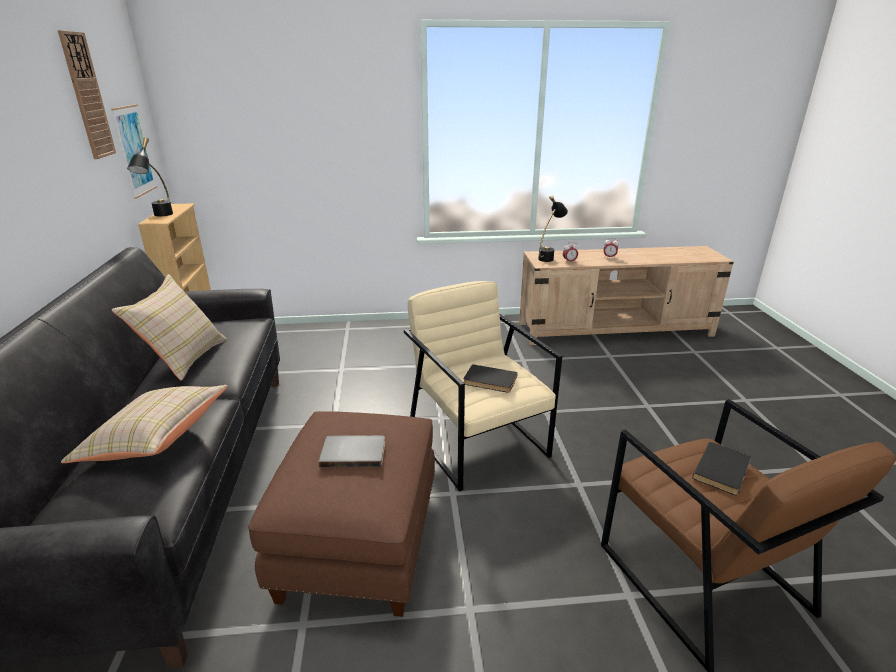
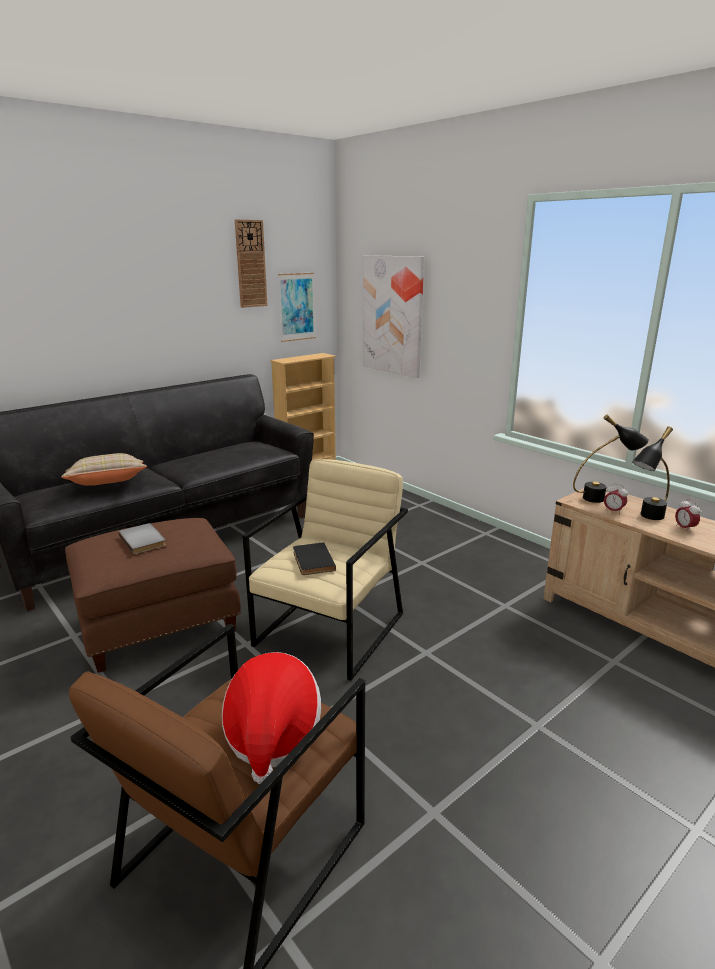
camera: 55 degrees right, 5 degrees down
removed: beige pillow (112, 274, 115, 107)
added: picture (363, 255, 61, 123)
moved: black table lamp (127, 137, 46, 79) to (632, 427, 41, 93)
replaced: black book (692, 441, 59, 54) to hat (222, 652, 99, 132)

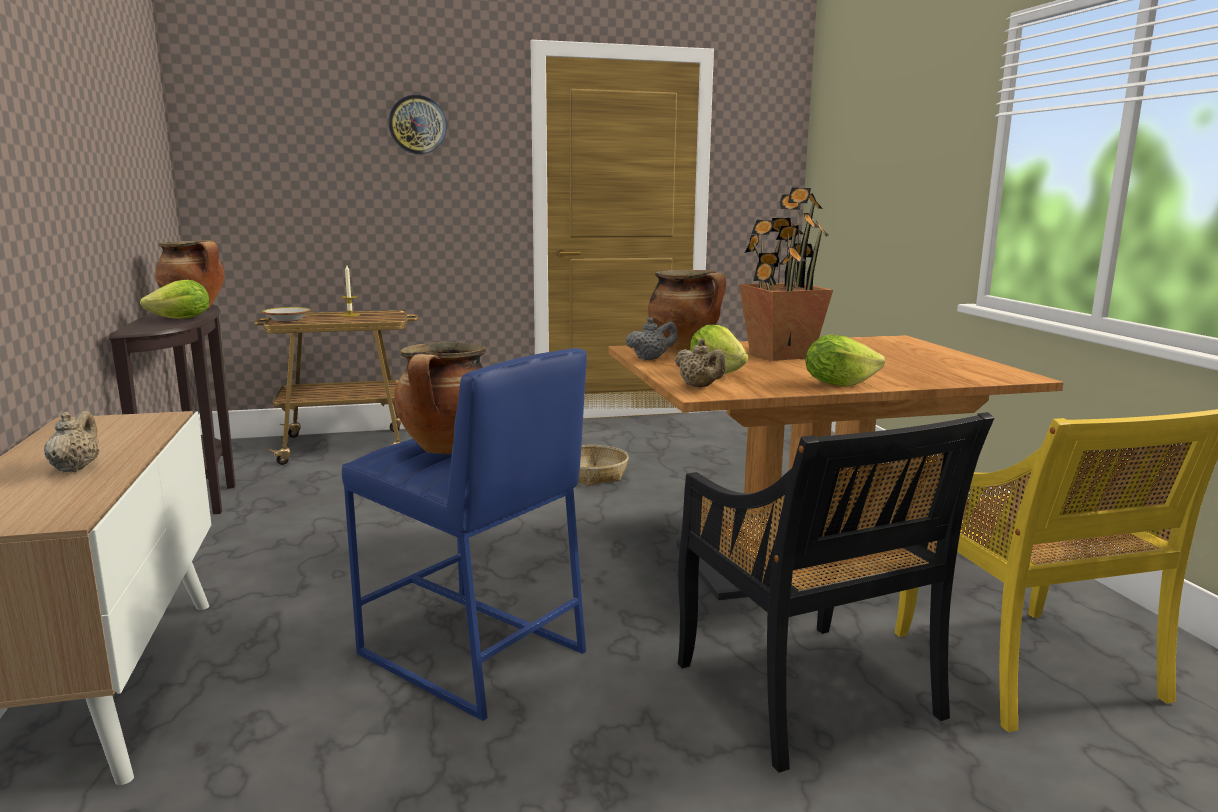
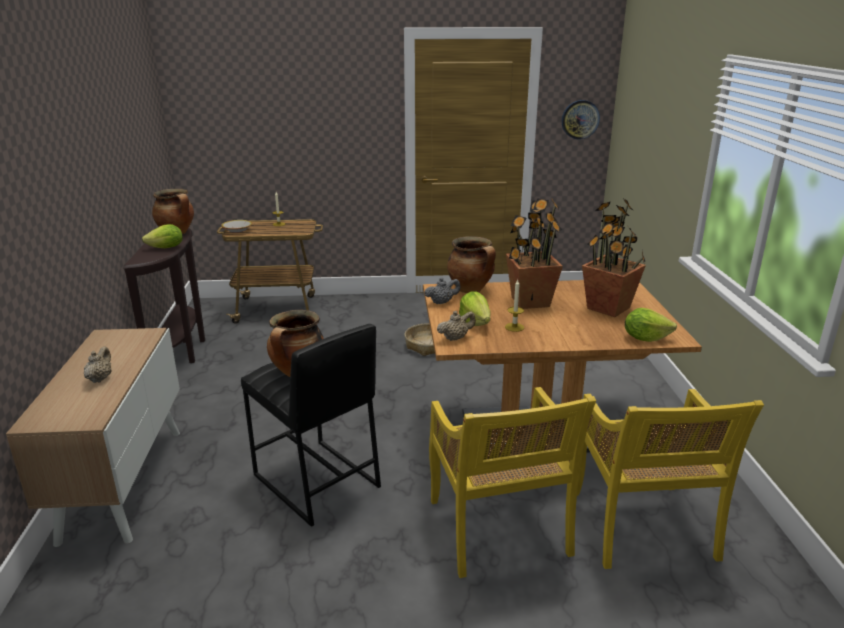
camera: 10 degrees right, 10 degrees up
added: candle (505, 280, 19, 52); potted plant (582, 198, 64, 119)
moved: wall clock (388, 95, 59, 59) to (562, 100, 38, 39); lettuce (806, 334, 79, 53) to (625, 308, 52, 34)
recoloured: blue stool (342, 348, 245, 373) to black stool (241, 324, 140, 203); black chair (678, 412, 316, 361) to yellow chair (429, 387, 167, 191)
turned: beige teapot (675, 339, 51, 48) = (437, 311, 39, 30) 90 degrees counterclockwise

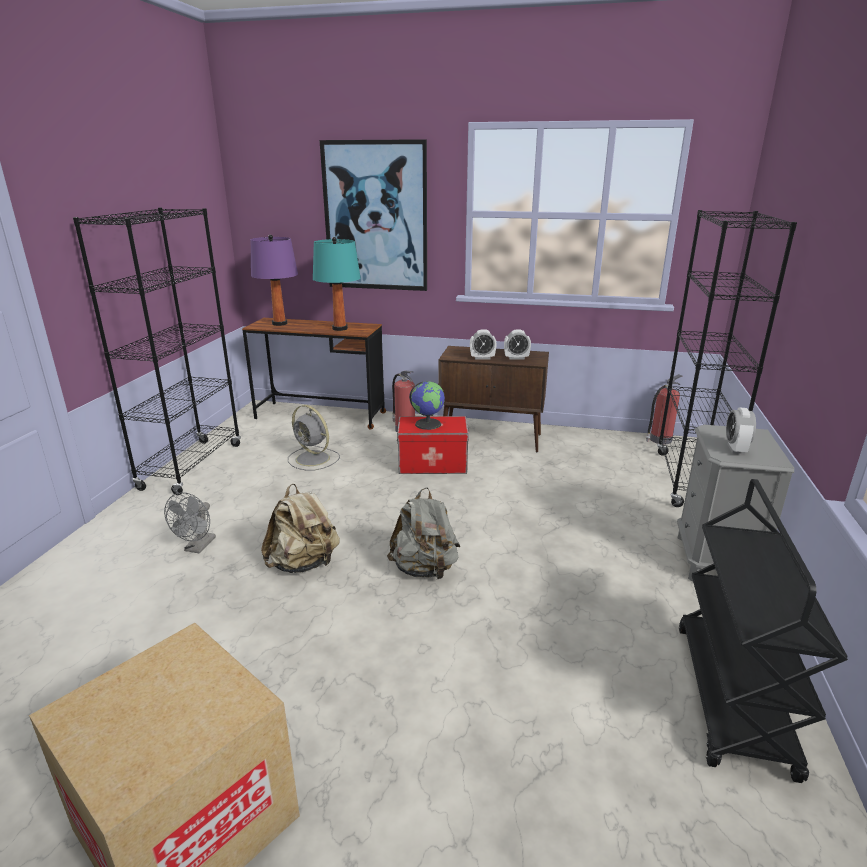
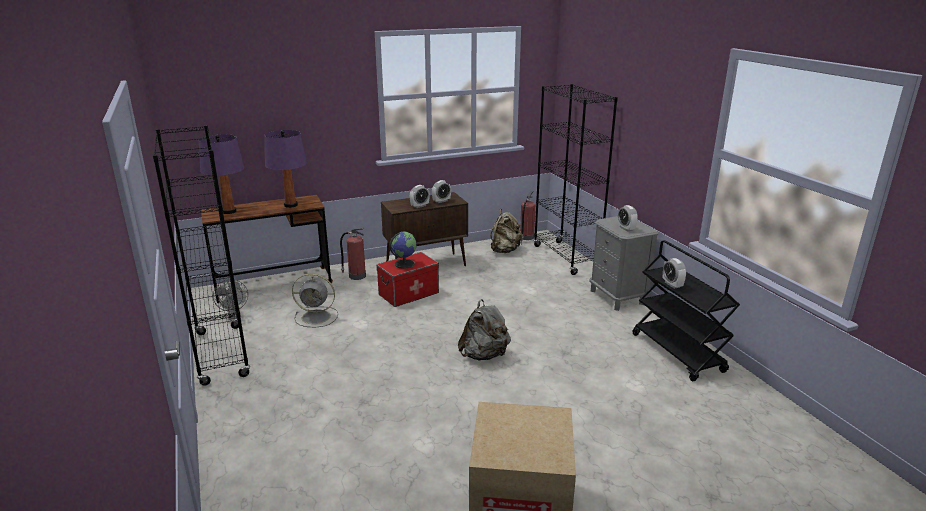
camera: 35 degrees left, 0 degrees up
removed: picture (319, 139, 108, 152)
added: alarm clock (663, 258, 23, 31)
moved: grey fan (164, 492, 52, 61) to (213, 279, 35, 41); beige backpack (261, 484, 79, 89) to (490, 209, 32, 44)
recoloured: turquoise table lamp (313, 237, 48, 94) to purple table lamp (265, 130, 42, 78)

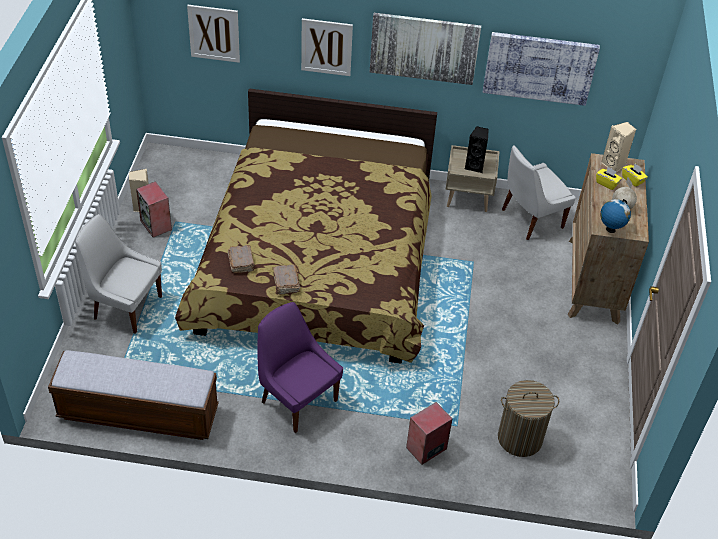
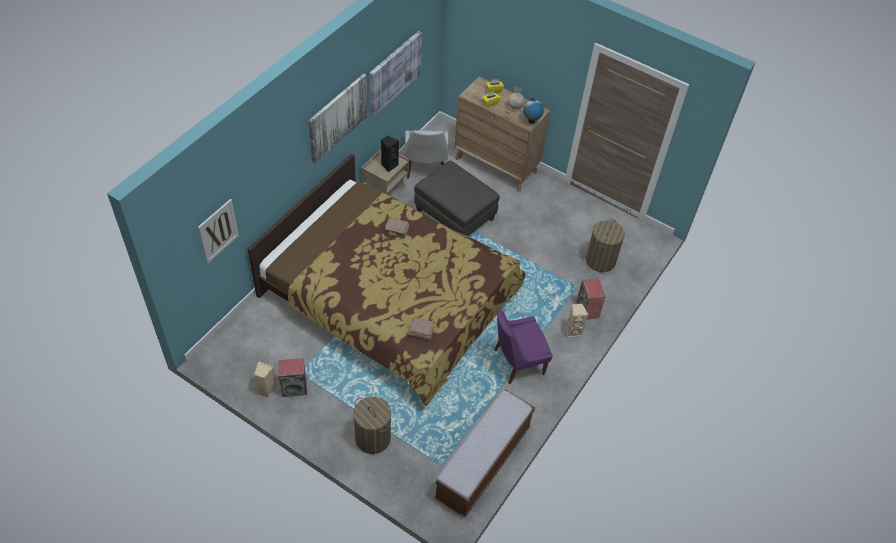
camera: 65 degrees left, 5 degrees up
removed: picture (301, 18, 52, 58)
added: grey ottoman (414, 161, 86, 75)
moved: brown book (272, 264, 28, 31) to (384, 218, 25, 20); beige speaker (601, 122, 35, 50) to (567, 303, 21, 34)
replaced: white chair (75, 214, 87, 120) to laundry basket (353, 396, 38, 58)

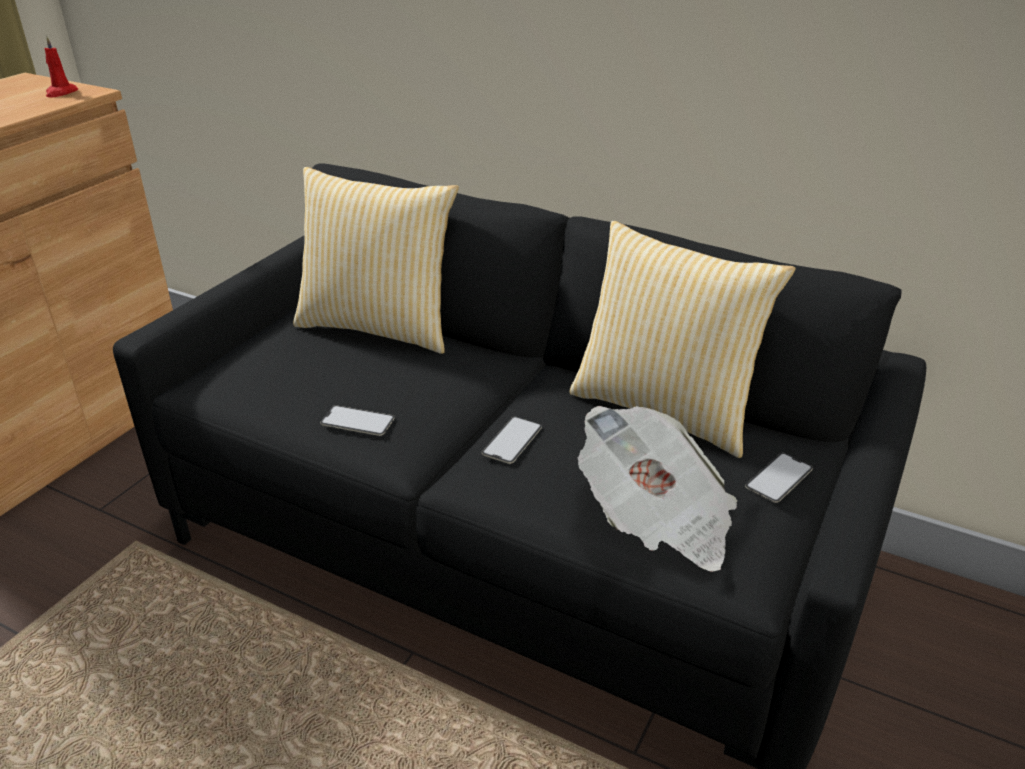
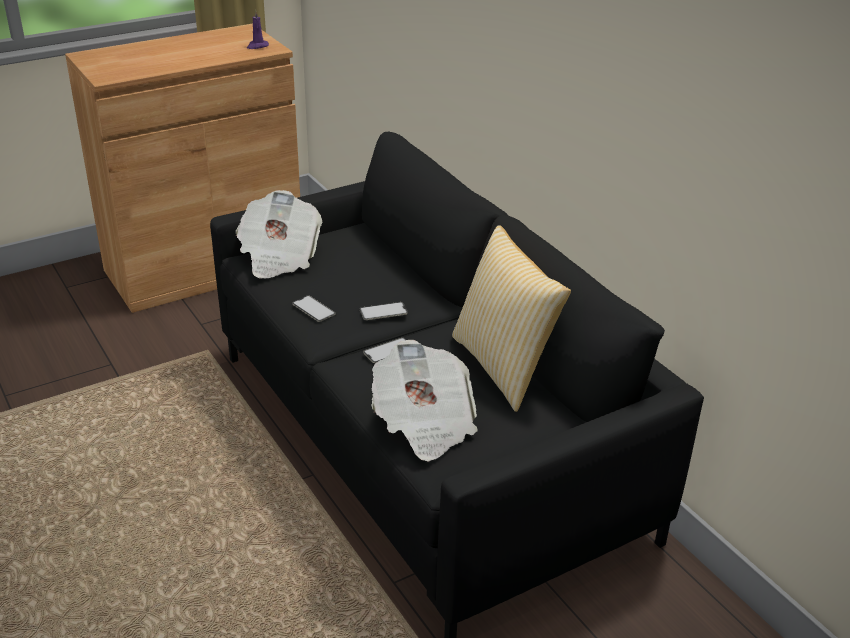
camera: 30 degrees right, 0 degrees up
removed: pillow (293, 167, 166, 187)
added: newspaper (236, 190, 87, 89)
moved: phone (745, 453, 68, 50) to (360, 302, 48, 18)
recoloured: red candle (44, 36, 34, 61) to purple candle (247, 10, 22, 39)

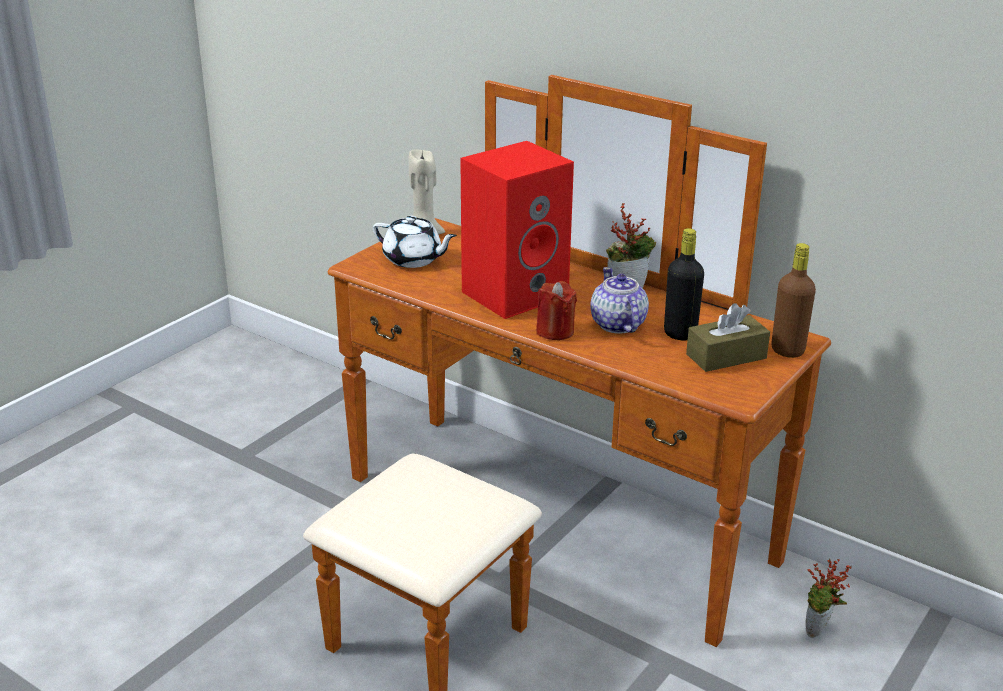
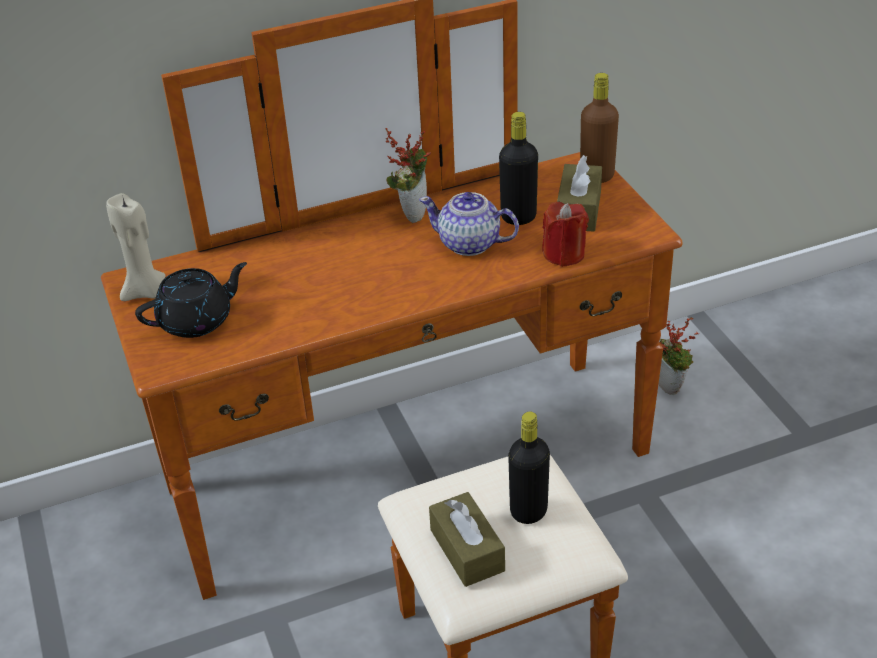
camera: 55 degrees left, 10 degrees up
removed: red speaker (460, 141, 114, 178)
added: brown tissue box (429, 492, 76, 95); black bottle (508, 412, 42, 112)
moved: red candle (536, 281, 41, 59) to (542, 202, 47, 65)
recoloured: white teapot (373, 216, 84, 52) to black teapot (135, 262, 112, 76)

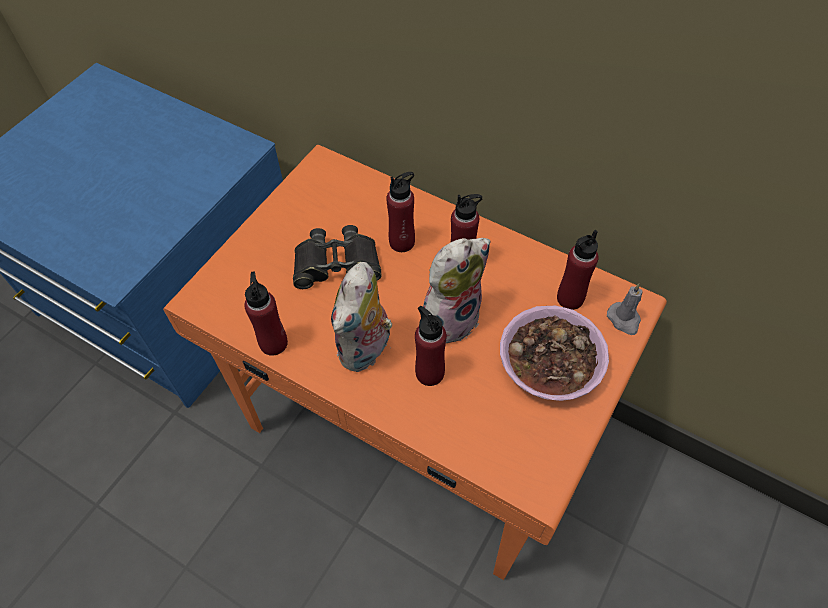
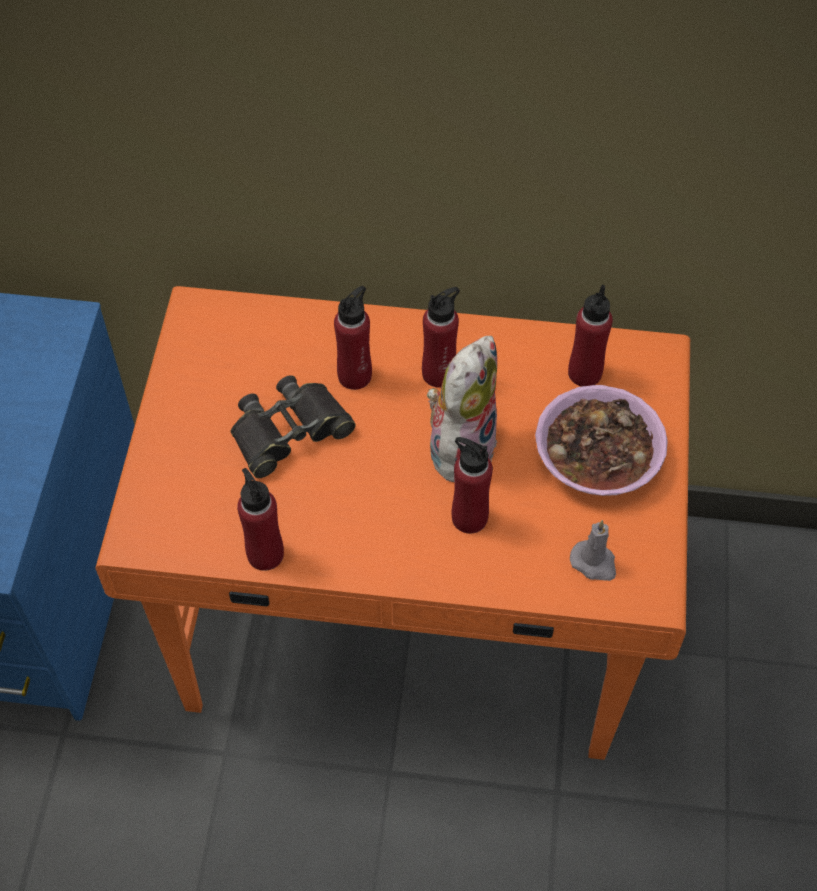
camera: 25 degrees left, 0 degrees up
removed: plush toy (331, 262, 61, 110)
moved: grey candle (607, 284, 36, 51) to (570, 520, 46, 61)

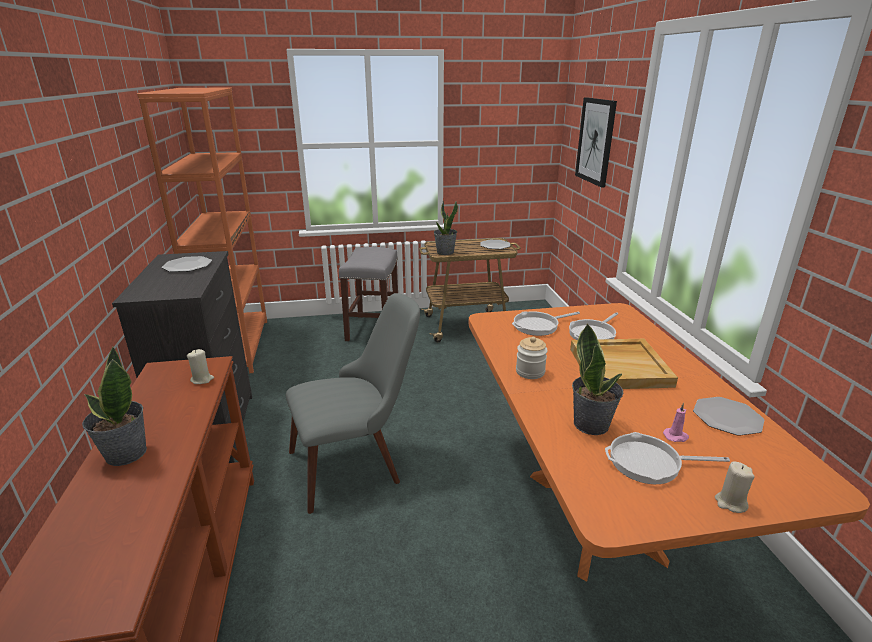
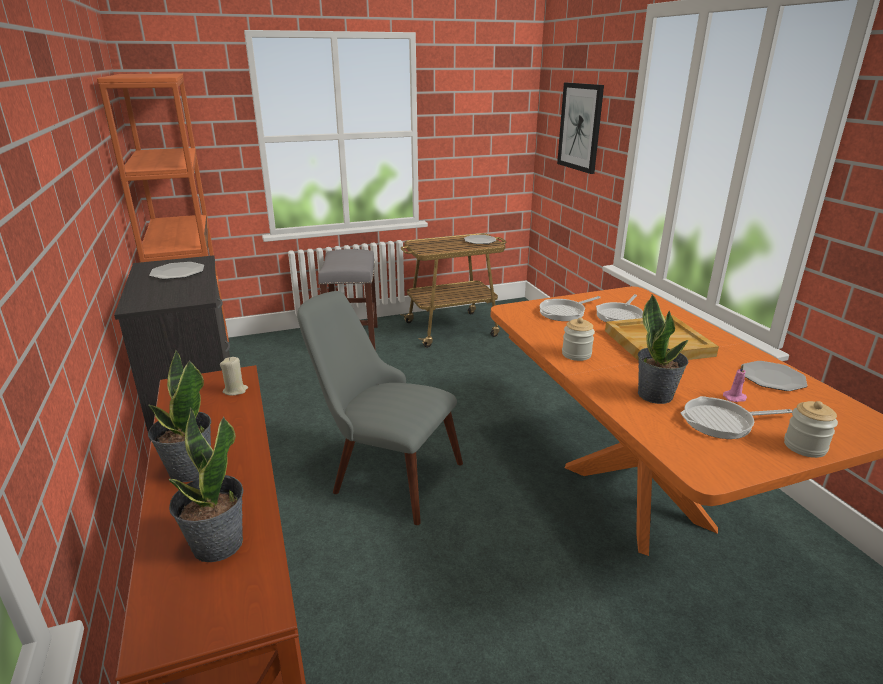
camera: 10 degrees left, 0 degrees up
moved: potted plant (434, 201, 24, 54) to (168, 407, 75, 155)
replaced: beige candle (715, 461, 40, 52) to jar (784, 401, 54, 57)
turned: grey chair (286, 293, 134, 221) = (297, 291, 166, 234) 120 degrees counterclockwise

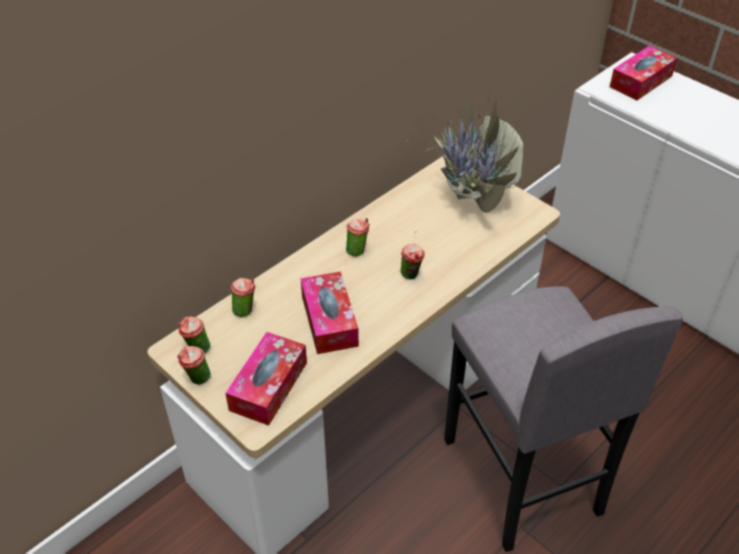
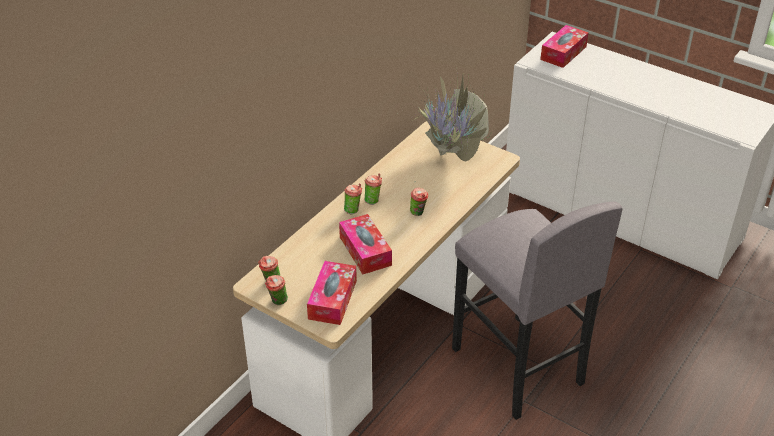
camera: 10 degrees left, 5 degrees down
moved: cup (231, 278, 25, 40) to (344, 183, 18, 31)

